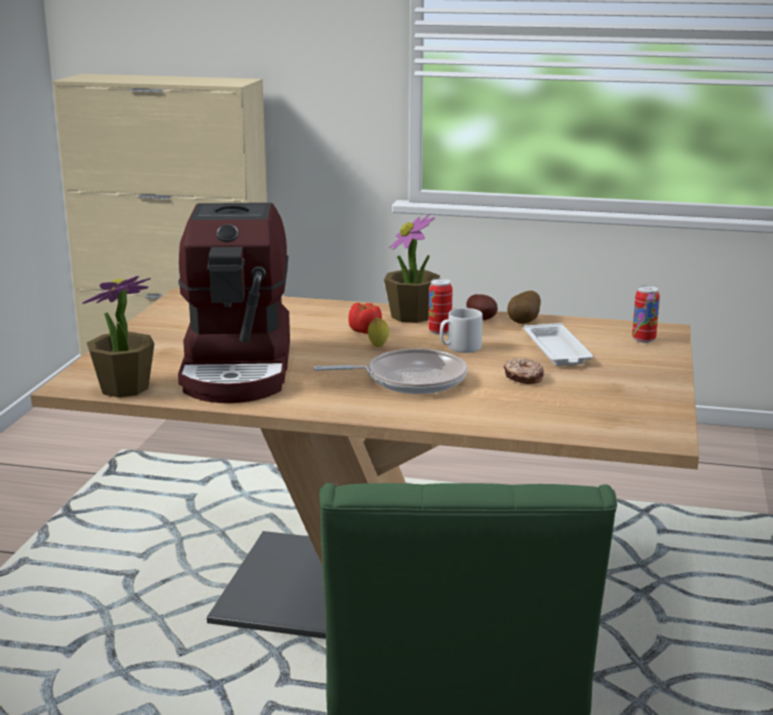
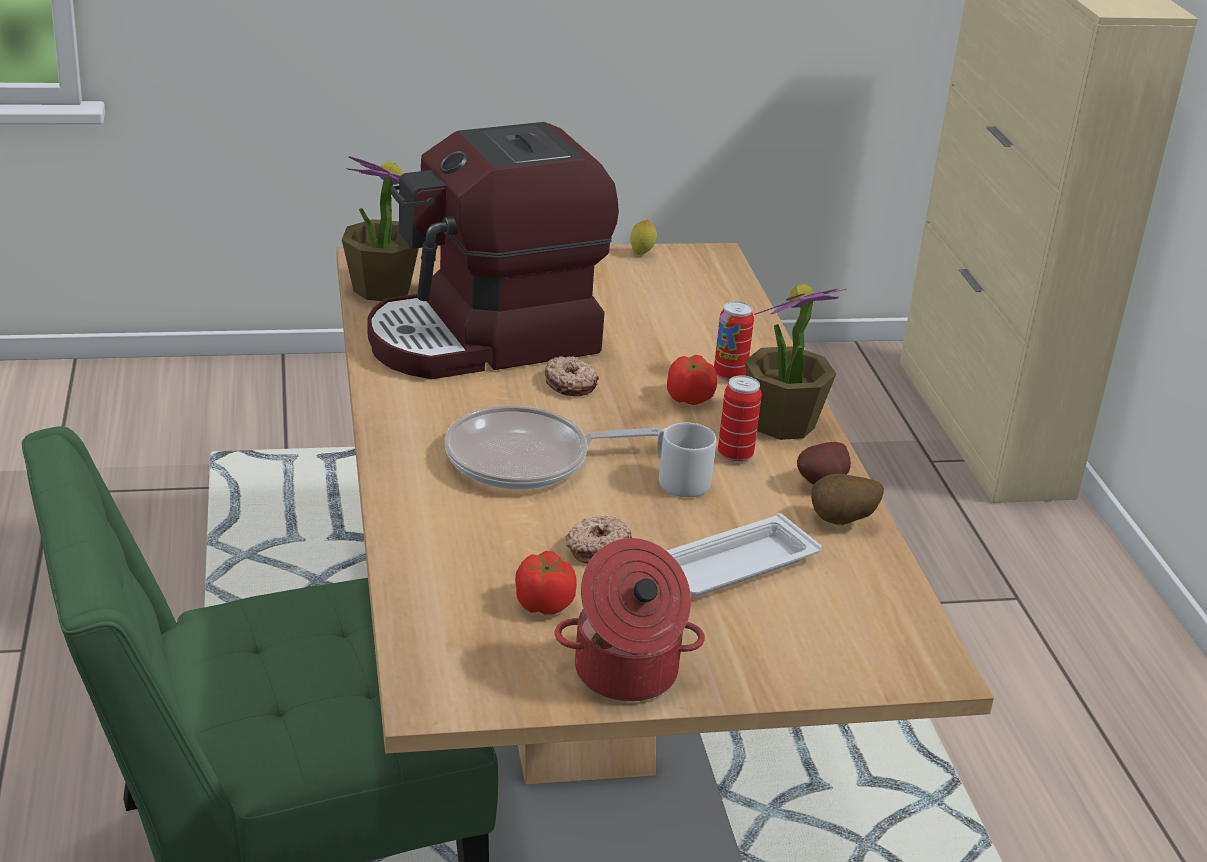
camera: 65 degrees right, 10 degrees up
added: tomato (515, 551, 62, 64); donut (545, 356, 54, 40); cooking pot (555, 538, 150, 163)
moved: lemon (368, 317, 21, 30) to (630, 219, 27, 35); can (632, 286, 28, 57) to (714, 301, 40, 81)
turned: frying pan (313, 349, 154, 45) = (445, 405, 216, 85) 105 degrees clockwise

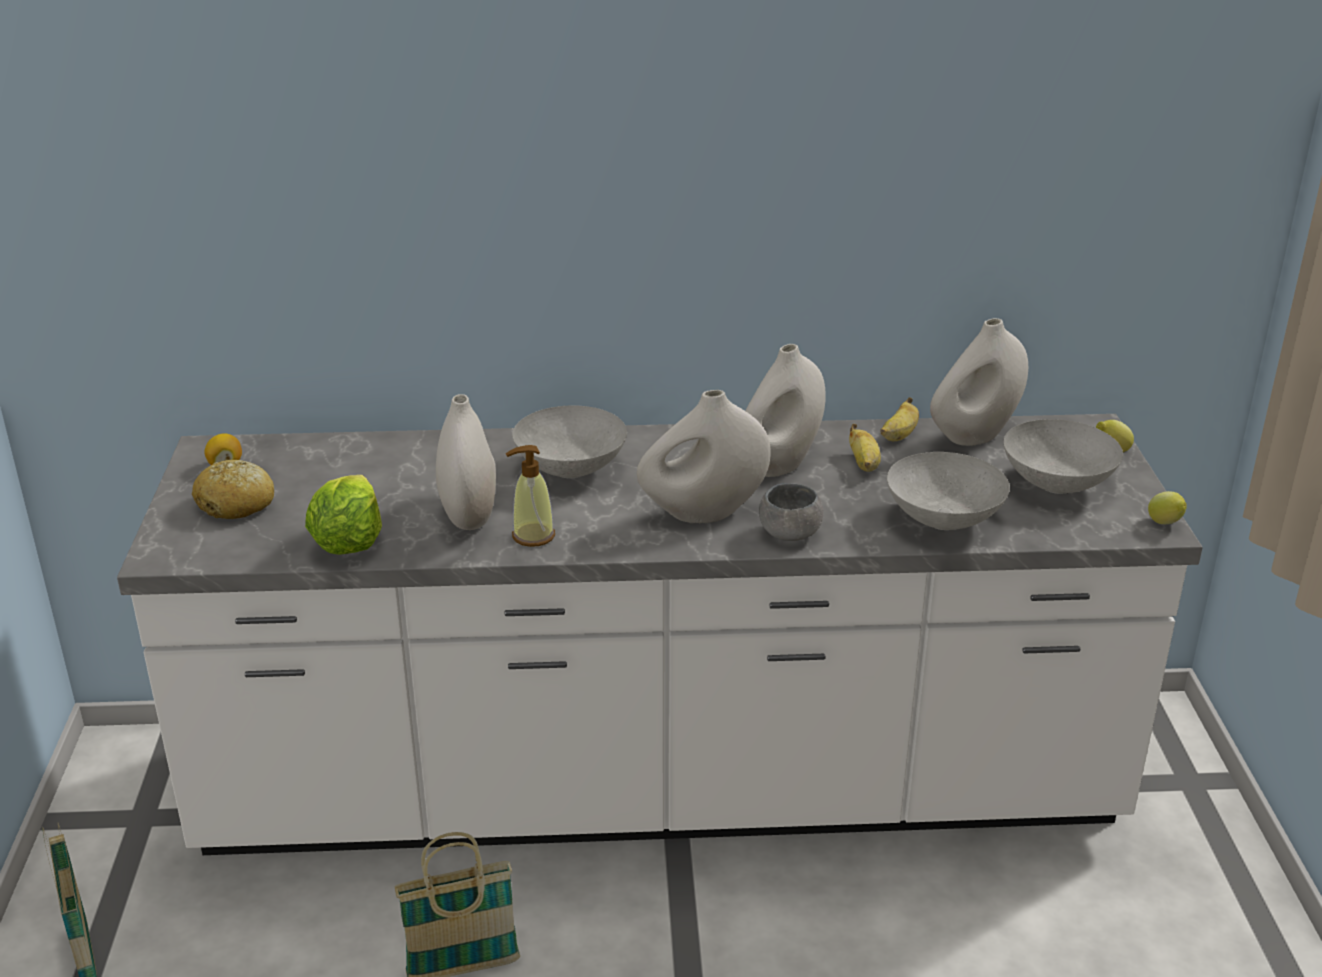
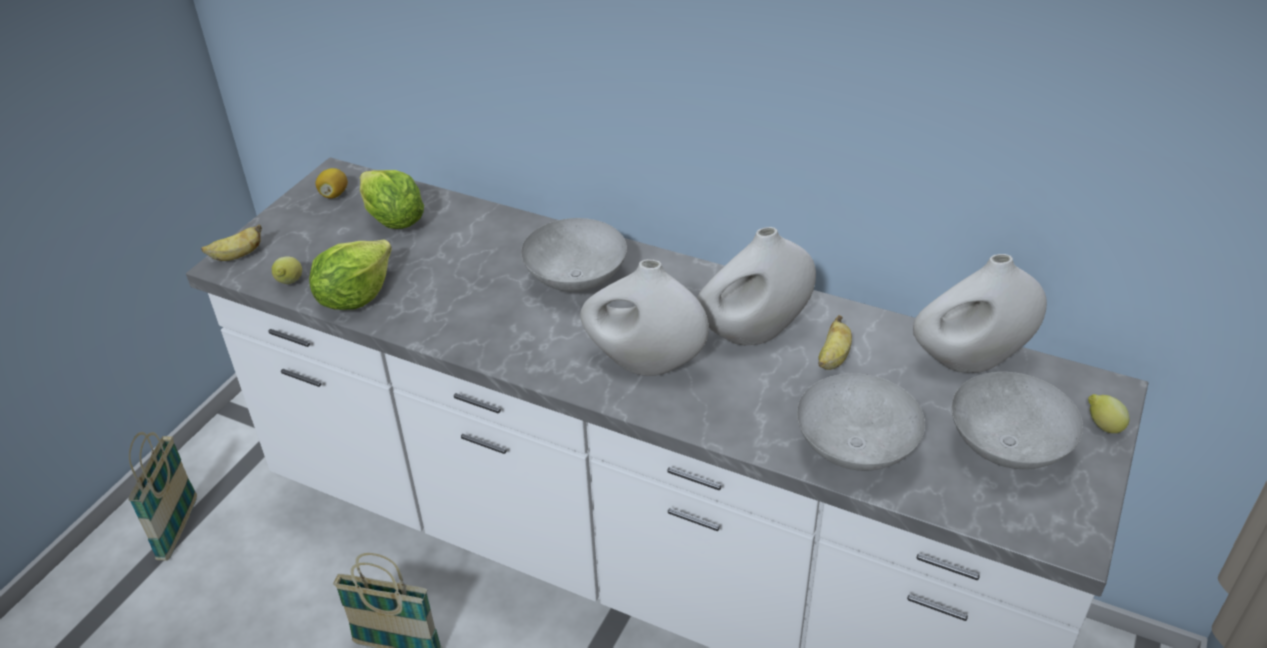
camera: 30 degrees right, 10 degrees up
removed: bread (192, 460, 82, 59); white vase (436, 394, 60, 136); soap dispenser (506, 445, 49, 102); grey bowl (759, 483, 65, 58)
added: lettuce (360, 170, 64, 59)
moved: banana (880, 397, 39, 44) to (201, 224, 61, 37); lemon (1148, 491, 39, 33) to (272, 256, 30, 28)

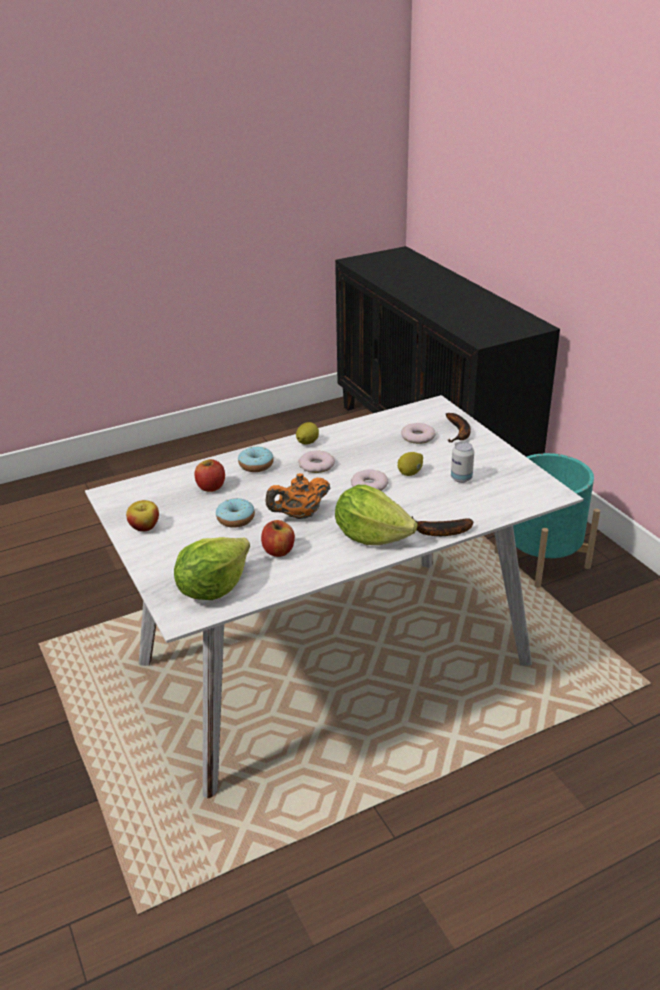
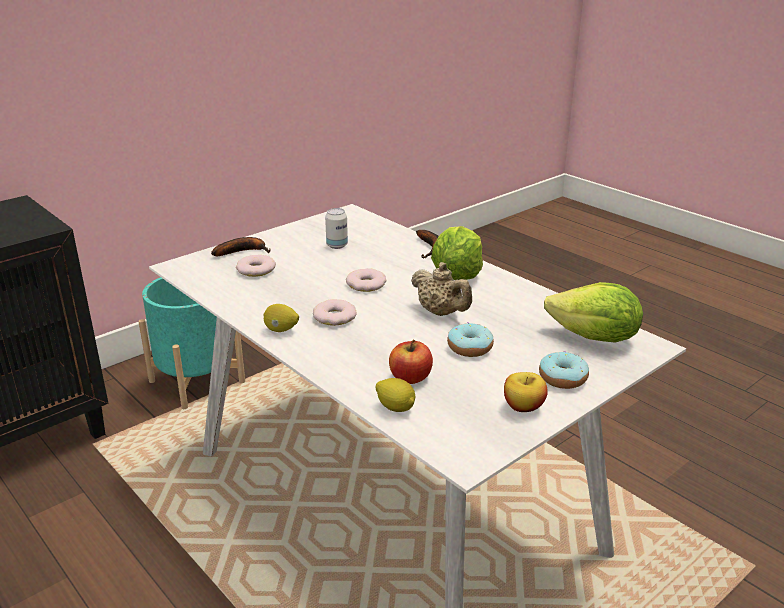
camera: 105 degrees left, 5 degrees down
removed: apple (261, 520, 34, 37)
moved: lemon (398, 452, 25, 24) to (375, 378, 40, 34); donut (238, 447, 36, 25) to (539, 351, 50, 38)
recoloured: orange teapot (265, 473, 65, 46) to beige teapot (411, 262, 61, 54)

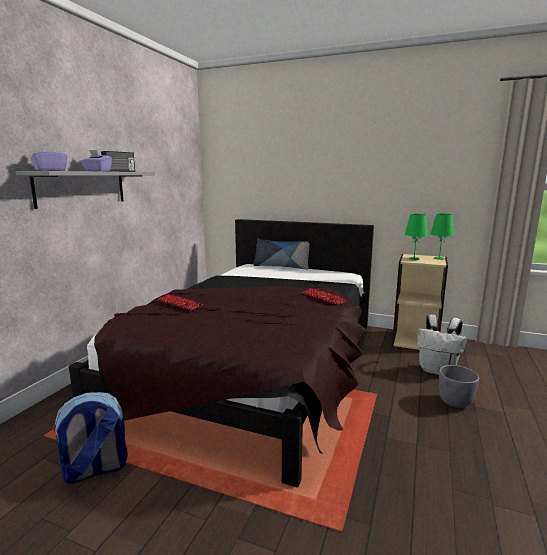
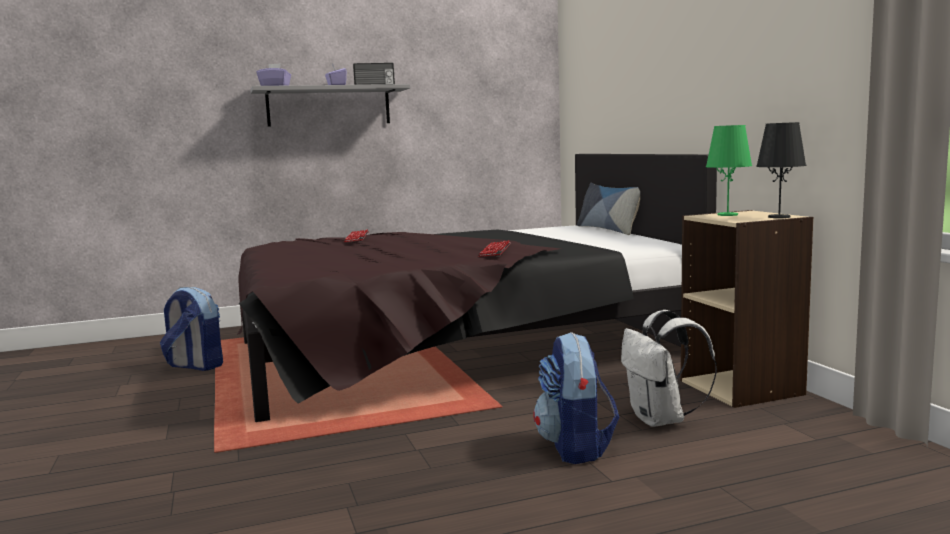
camera: 50 degrees right, 5 degrees down
replaced: grey planter (439, 365, 40, 43) to backpack (533, 332, 87, 132)
recoloured: green table lamp (430, 213, 24, 47) to black table lamp (756, 122, 50, 96)

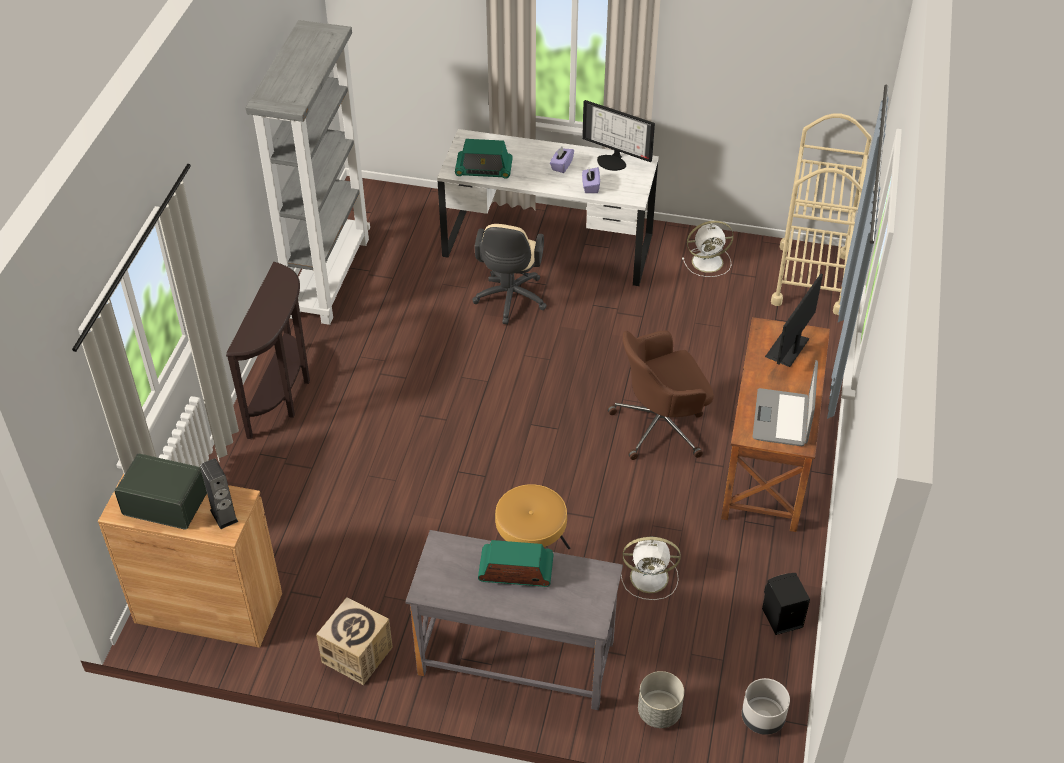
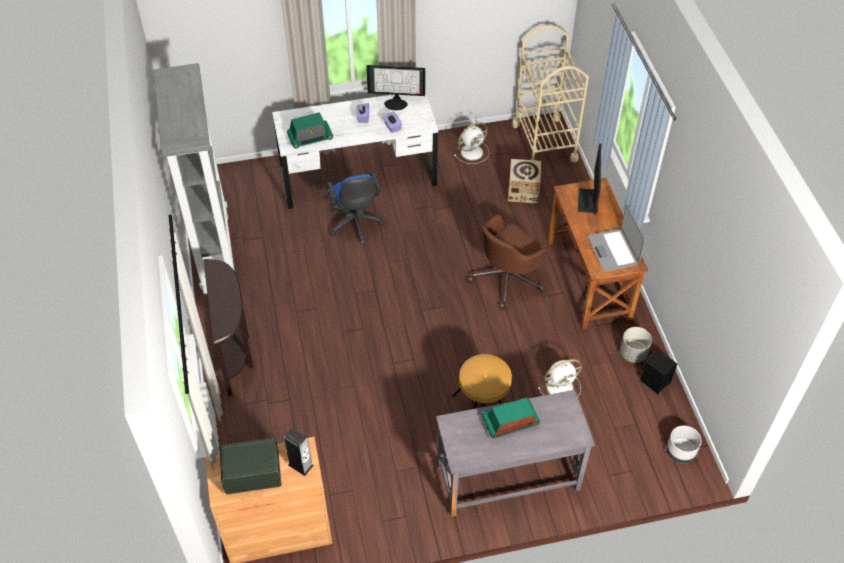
camera: 25 degrees left, 5 degrees up
moved: cardboard box (316, 597, 77, 88) to (508, 159, 33, 44); grey planter (638, 671, 46, 57) to (620, 327, 32, 36)
recoloured: beige office chair (472, 224, 75, 100) to blue office chair (327, 172, 57, 72)

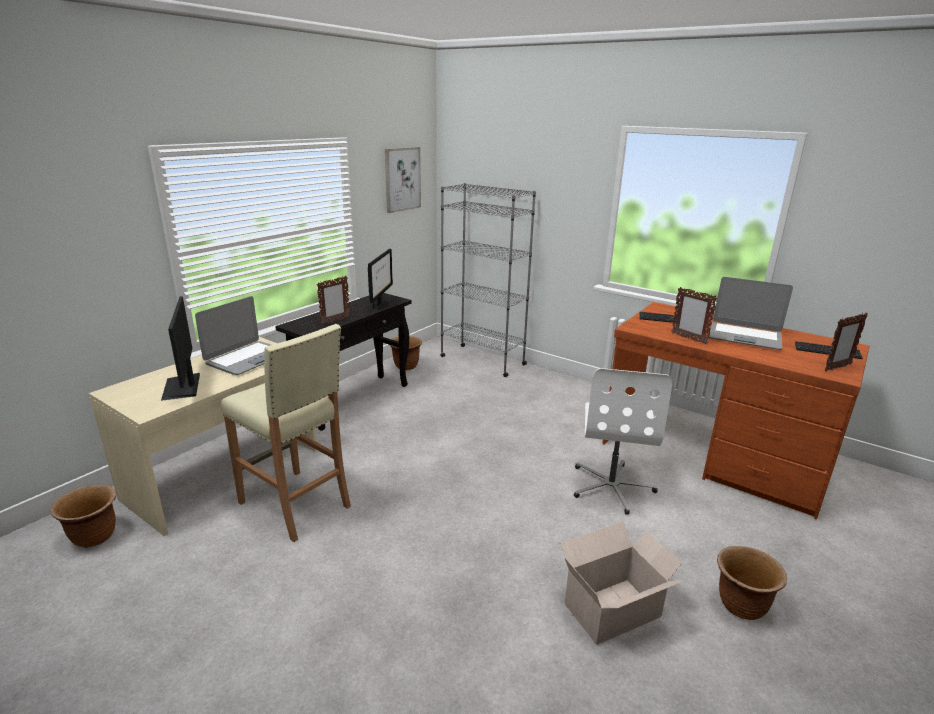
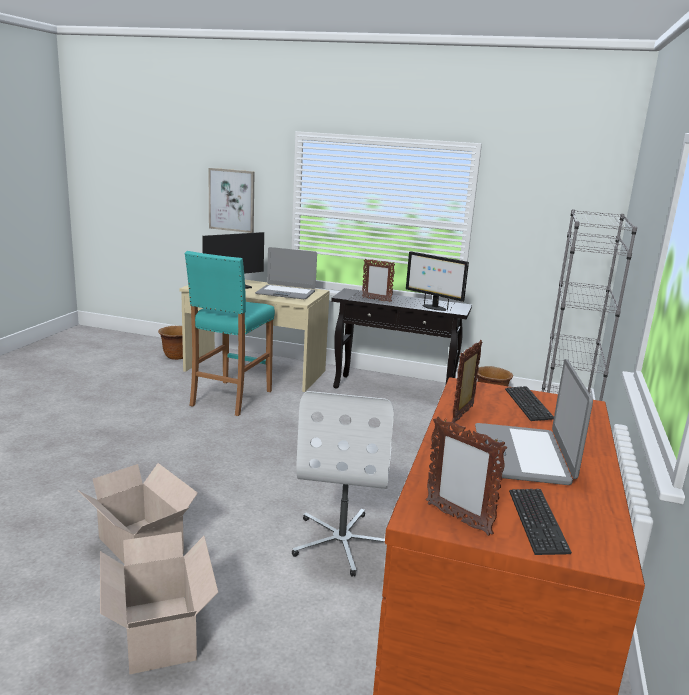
camera: 70 degrees right, 5 degrees down
moved: picture (385, 147, 36, 66) to (208, 168, 47, 65)
replaced: brown planter (717, 546, 70, 74) to cardboard box (100, 532, 118, 143)
recoloured: beige stool (221, 324, 130, 218) to turquoise stool (185, 251, 90, 165)
turned: white office chair (574, 368, 98, 147) = (292, 391, 102, 186) 75 degrees counterclockwise; monitor (368, 249, 25, 60) = (406, 251, 63, 60) 45 degrees clockwise

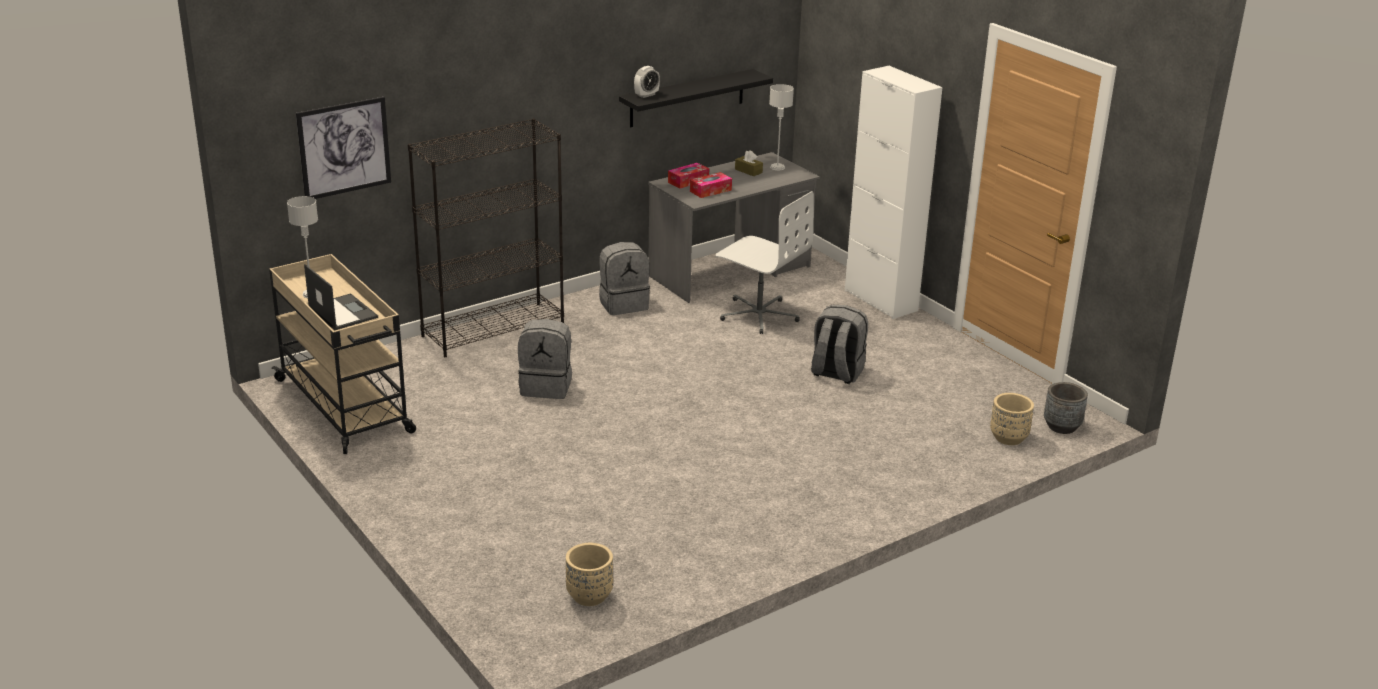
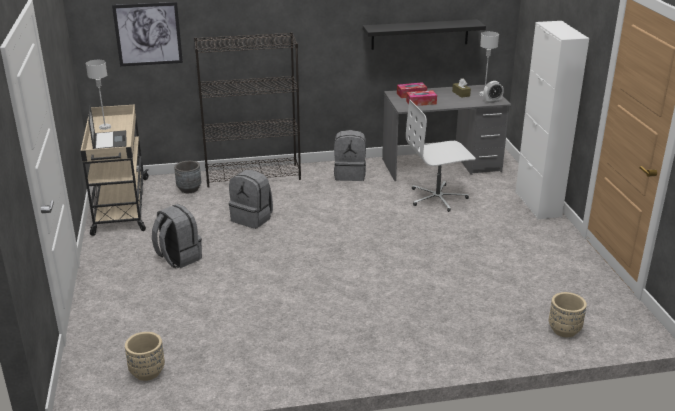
camera: 25 degrees right, 0 degrees up
moved: grey backpack (811, 305, 57, 79) to (152, 204, 50, 64); grey planter (1044, 382, 44, 52) to (174, 161, 27, 32); alarm clock (634, 66, 26, 32) to (483, 81, 21, 22)
turned: white office chair (715, 191, 99, 143) = (406, 100, 70, 112) 105 degrees clockwise

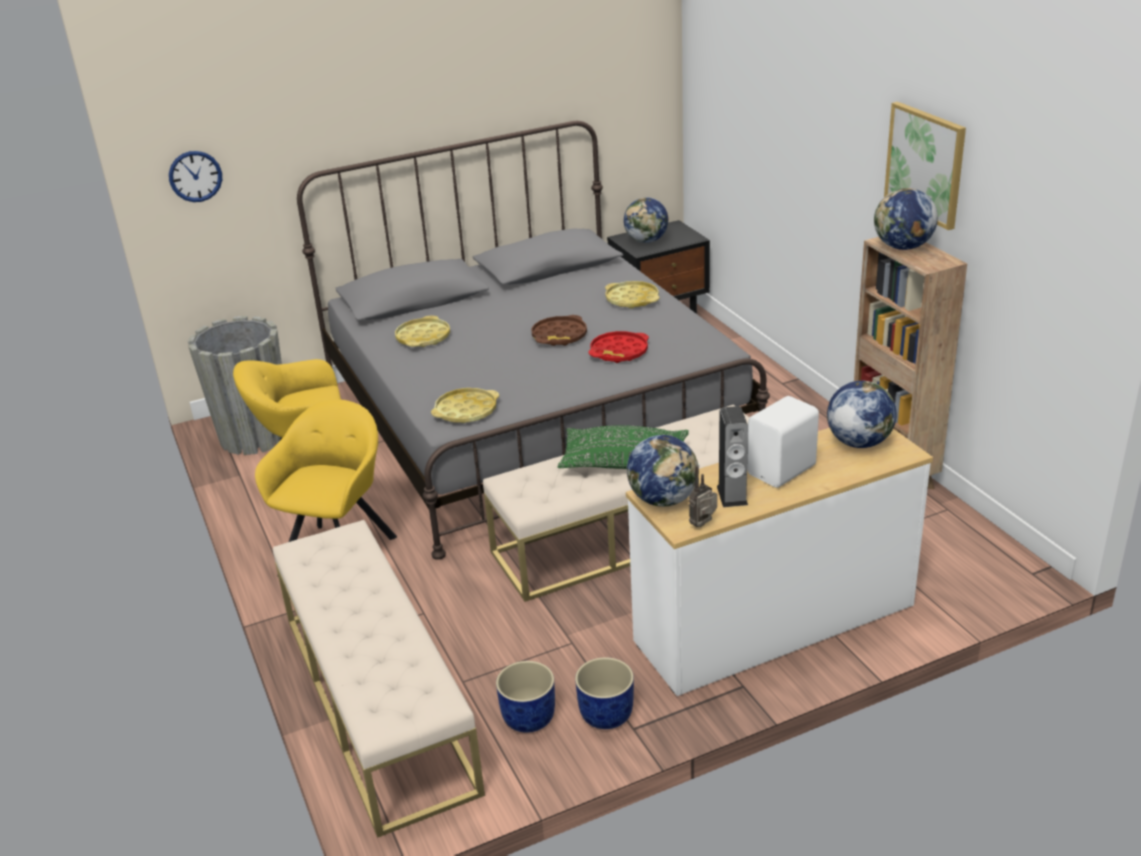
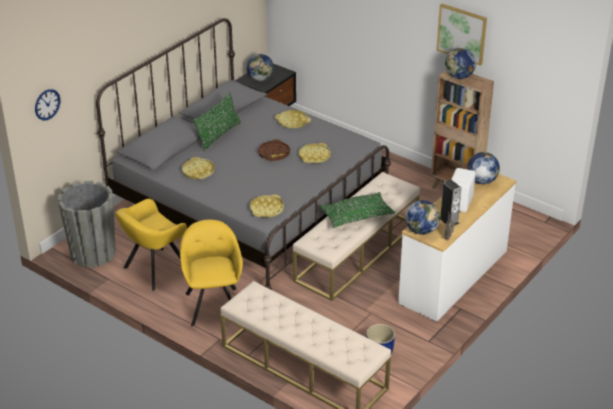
camera: 30 degrees left, 5 degrees up
removed: blue planter (575, 657, 59, 72)
added: green pillow (193, 93, 48, 58)
recoloured: red tray (589, 331, 60, 32) to yellow tray (299, 143, 32, 20)

